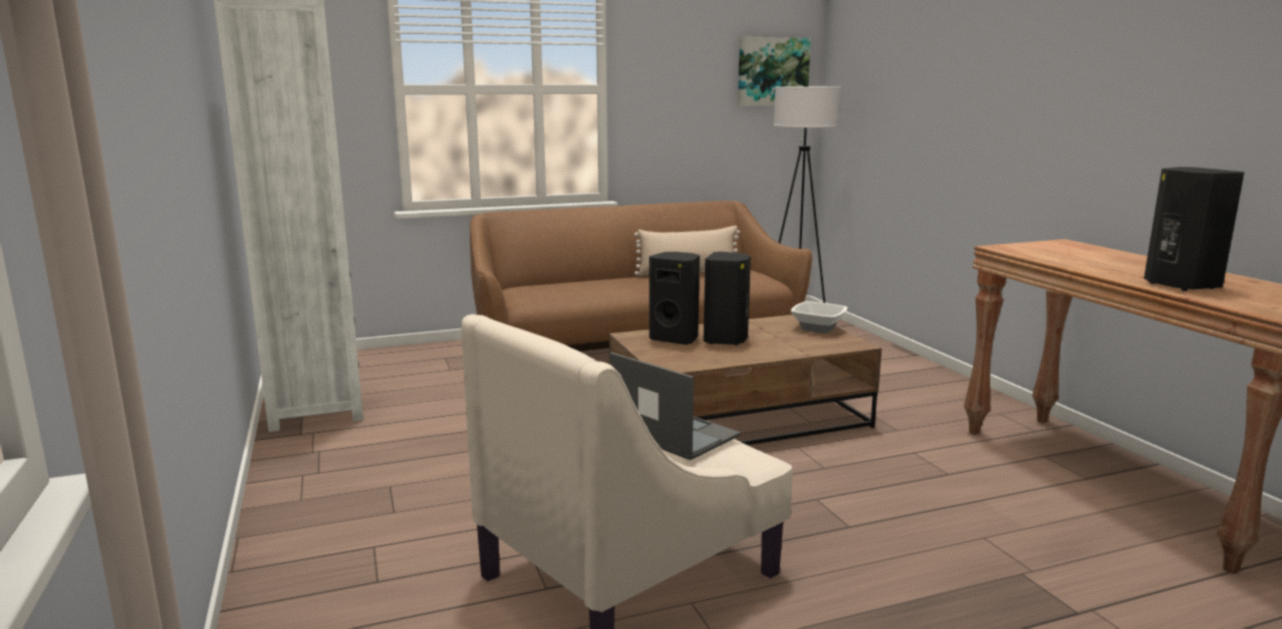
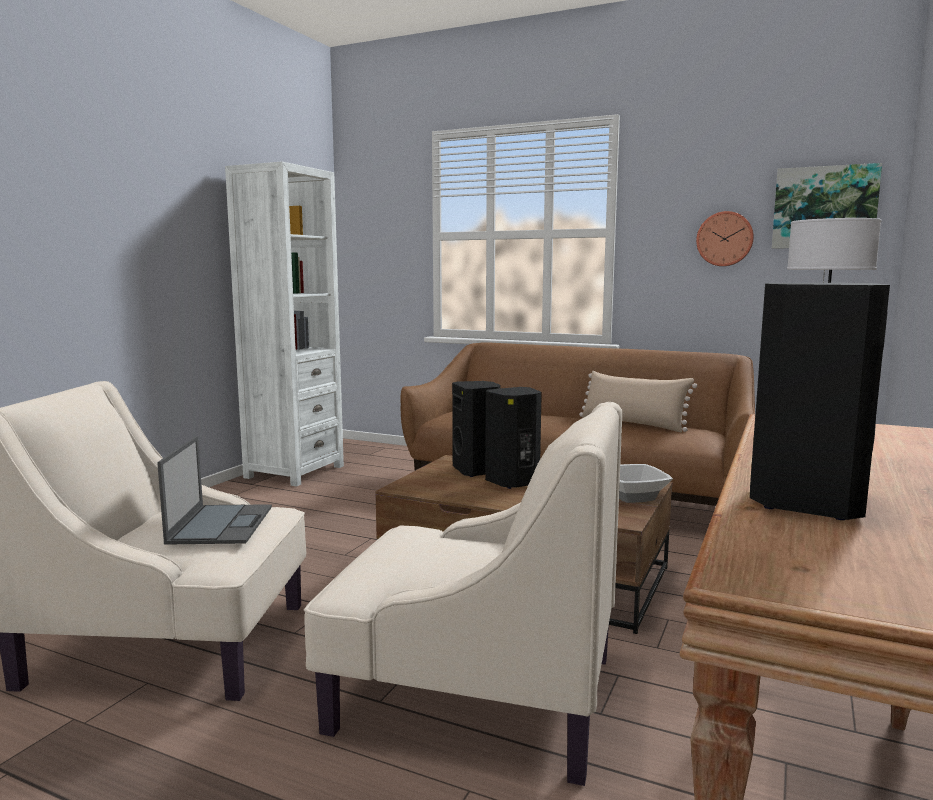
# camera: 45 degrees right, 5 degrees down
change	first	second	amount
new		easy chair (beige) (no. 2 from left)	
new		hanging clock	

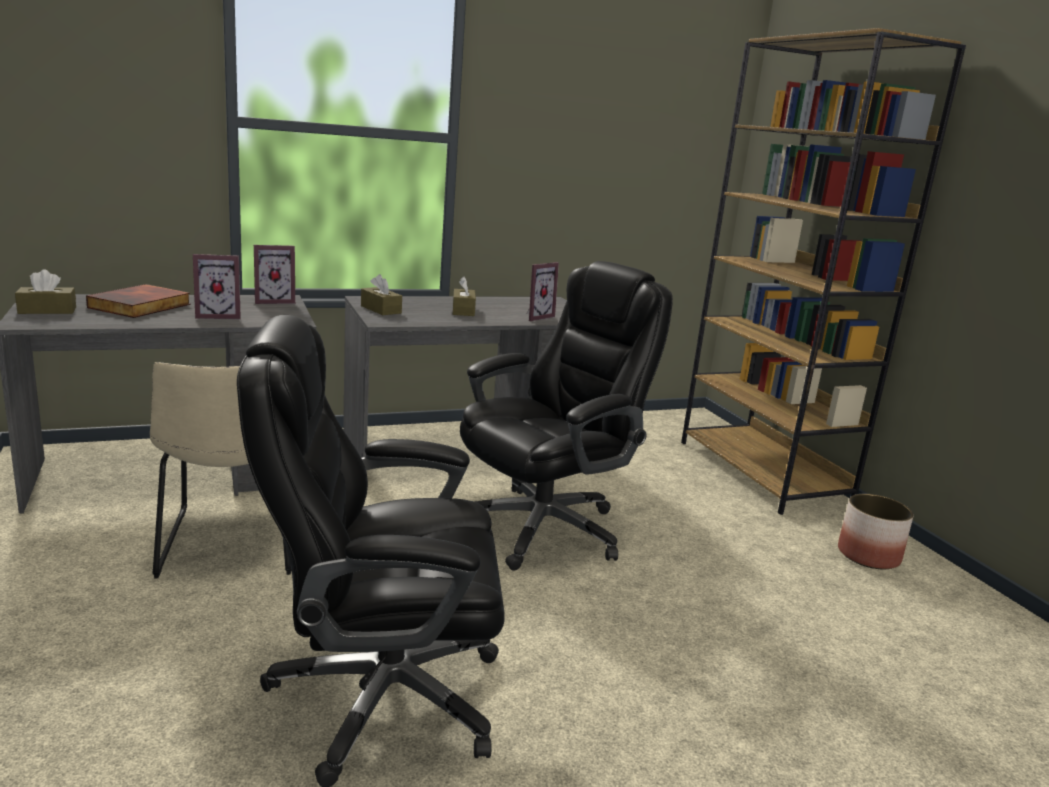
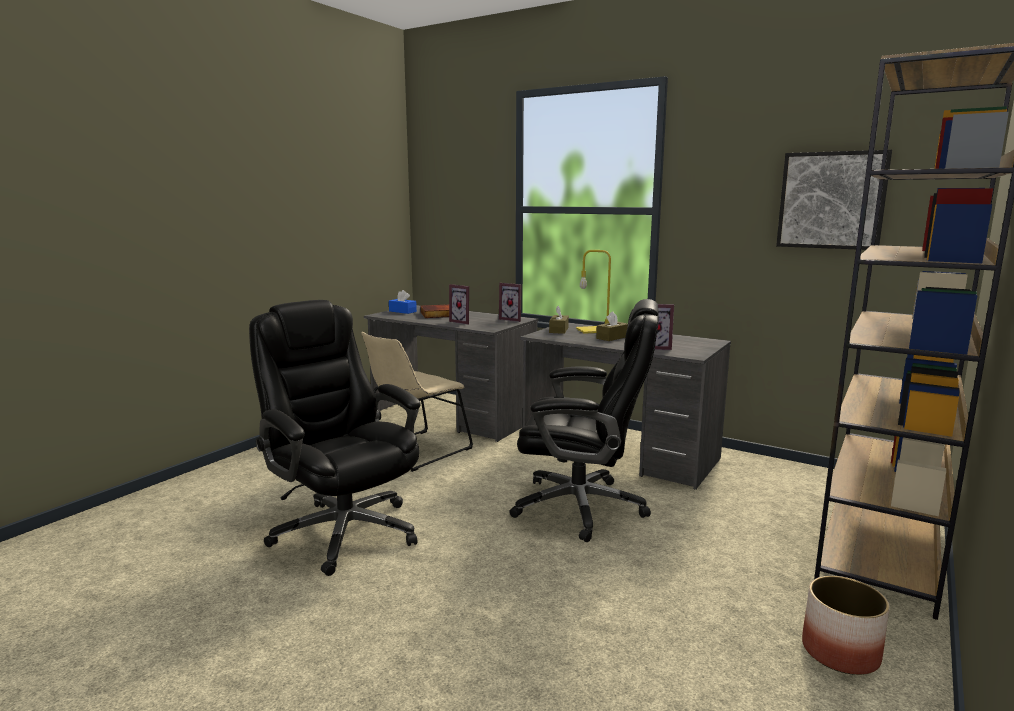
# camera: 55 degrees right, 5 degrees down
change	first	second	amount
new		lamp for a table (yellow)	
new		picture	
repainted	box of tissues (brown) (no. 1 from left)	box of tissues (blue)	

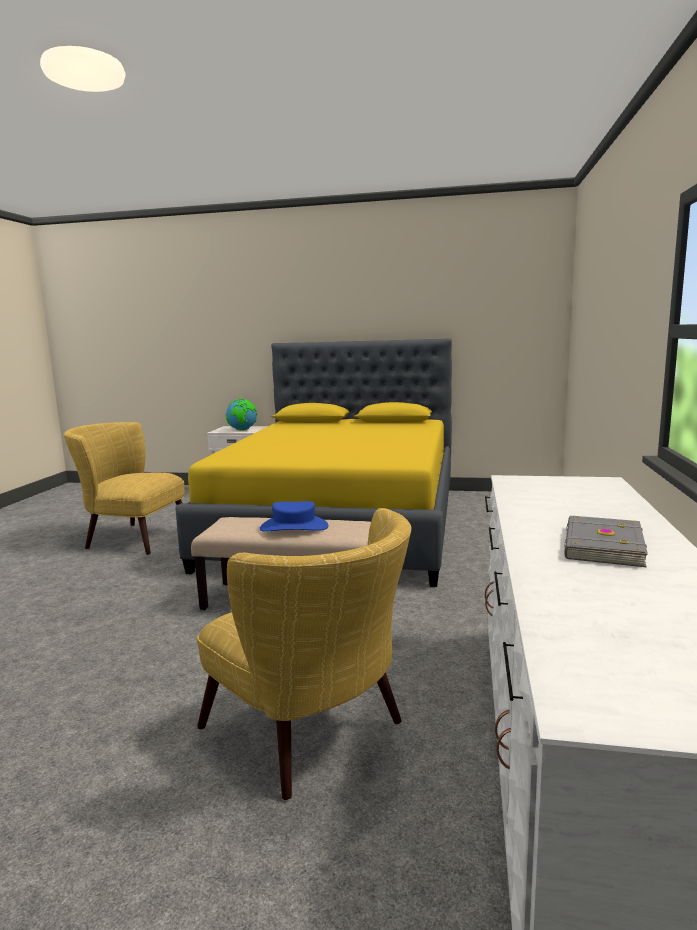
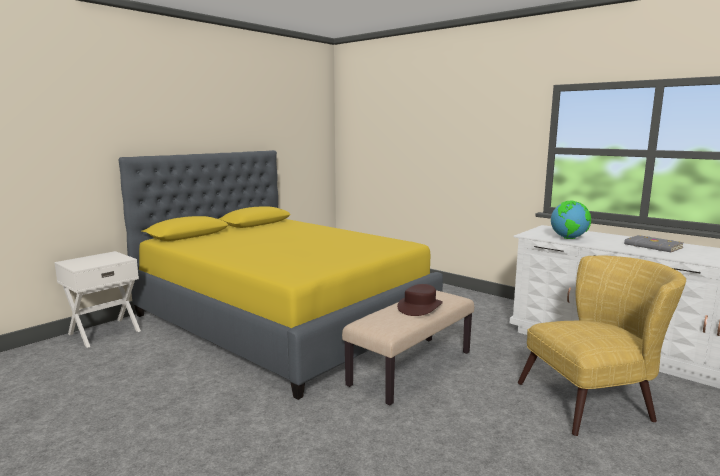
# camera: 60 degrees left, 0 degrees up
change	first	second	amount
gone	easy chair (yellow) (no. 1 from left)		
shifted	desk globe		
repainted	clothing hat (blue)	clothing hat (brown)	

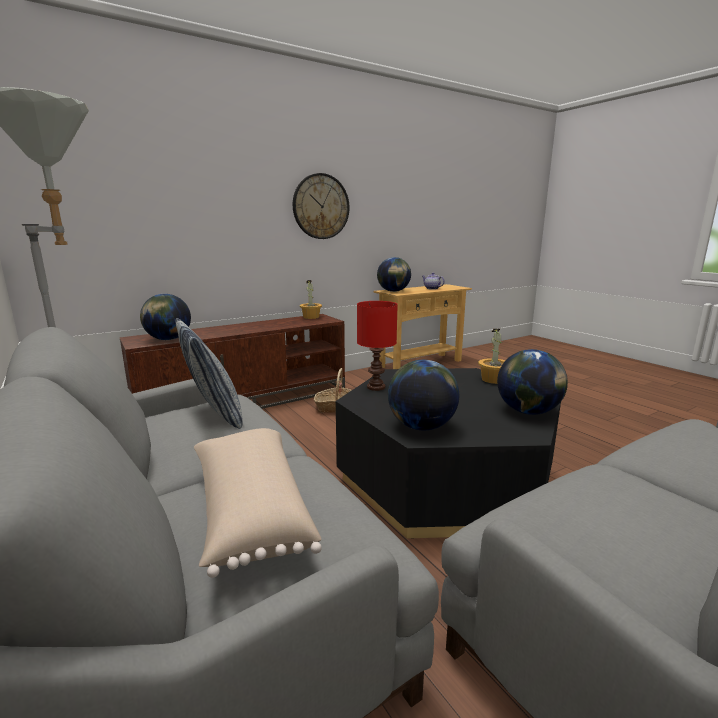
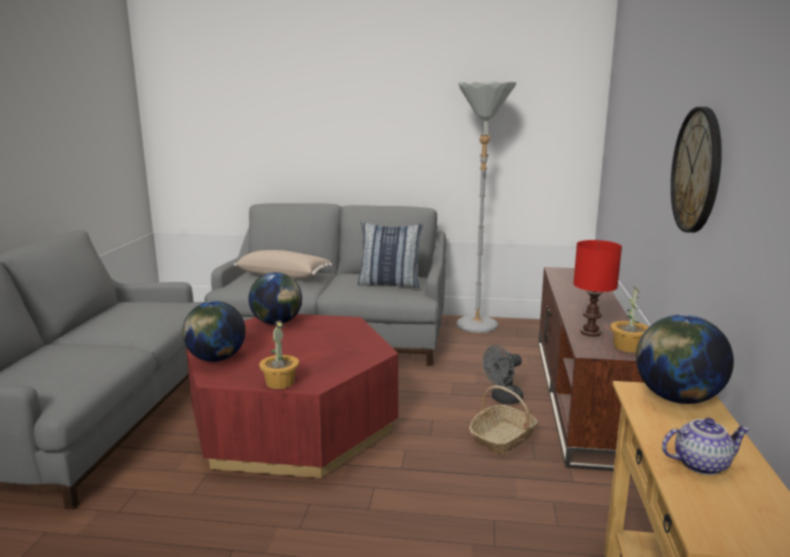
# camera: 130 degrees right, 0 degrees up
change	first	second	amount
gone	desk globe (no. 1 from left)		
new		fan (grey)	
shifted	lamp for a table (red)		
repainted	coffee table (black)	coffee table (red)	

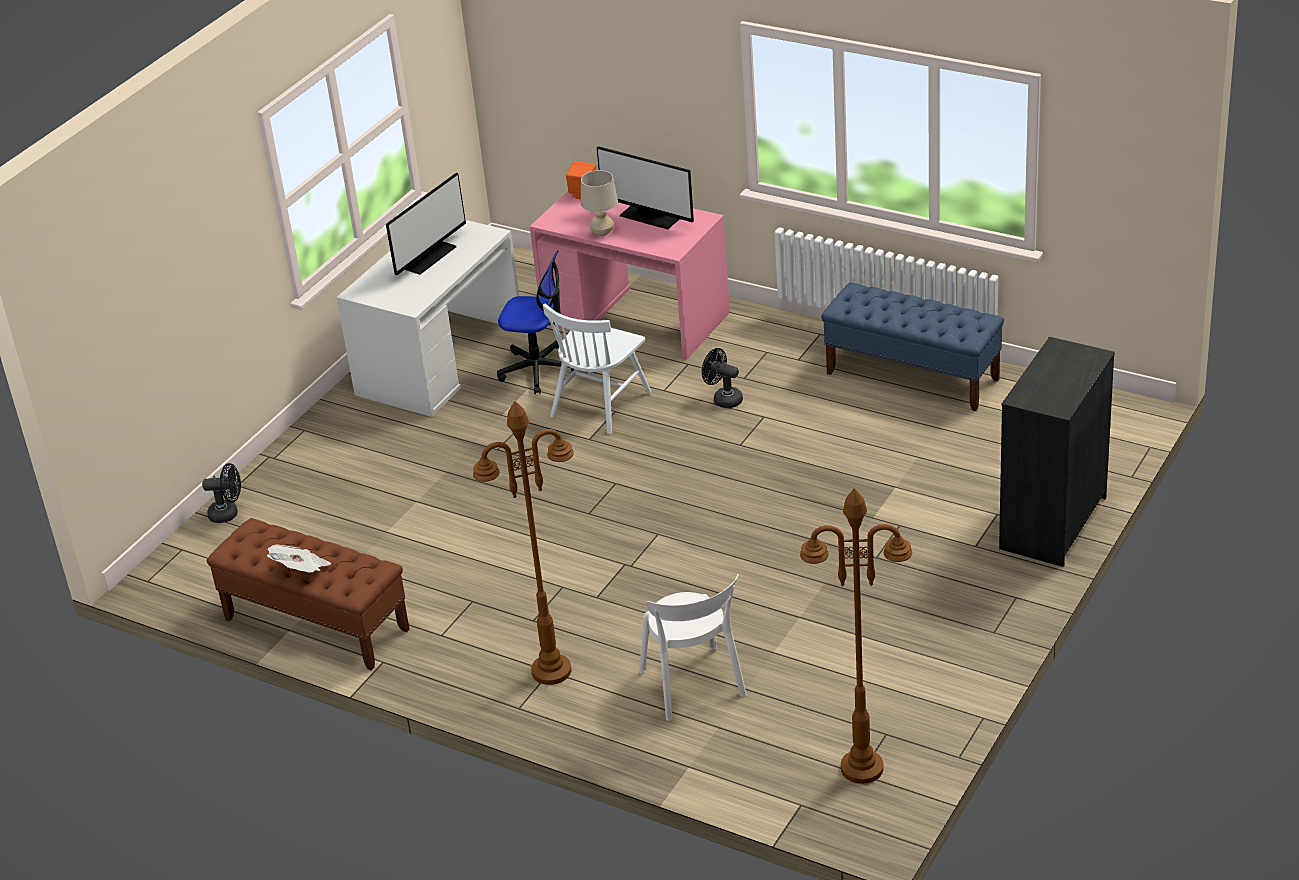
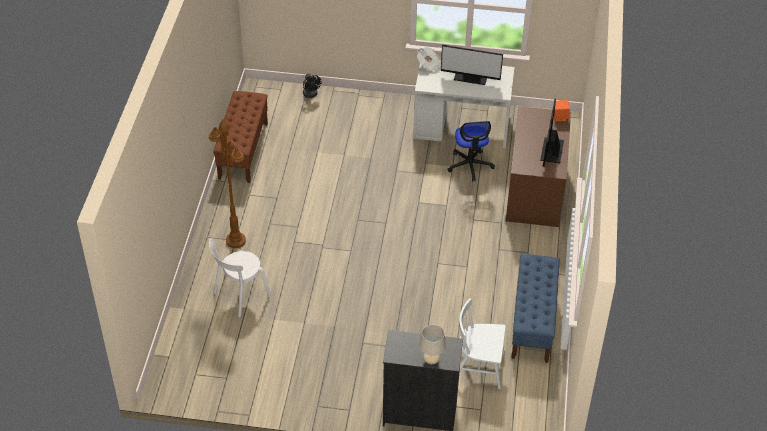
# camera: 65 degrees right, 10 degrees up
change	first	second	amount
gone	fan (black) (no. 2 from left)		
gone	standard lamp (brown) (no. 2 from left)		
shifted	daily paper		
shifted	upright chair (white) (no. 1 from left in the first image)	upright chair (white) (no. 2 from left)	
shifted	lamp for a table (beige)		
repainted	desk unit (pink)	desk unit (brown)	

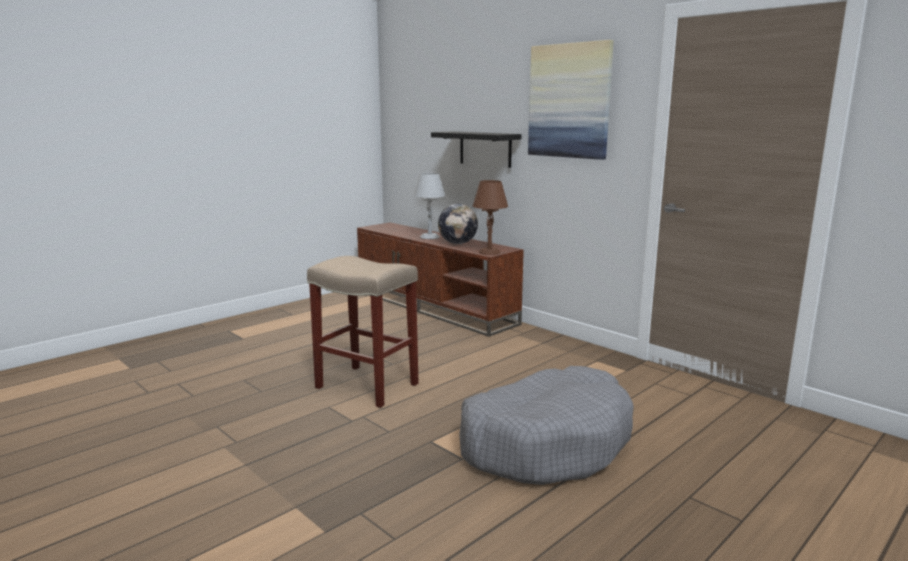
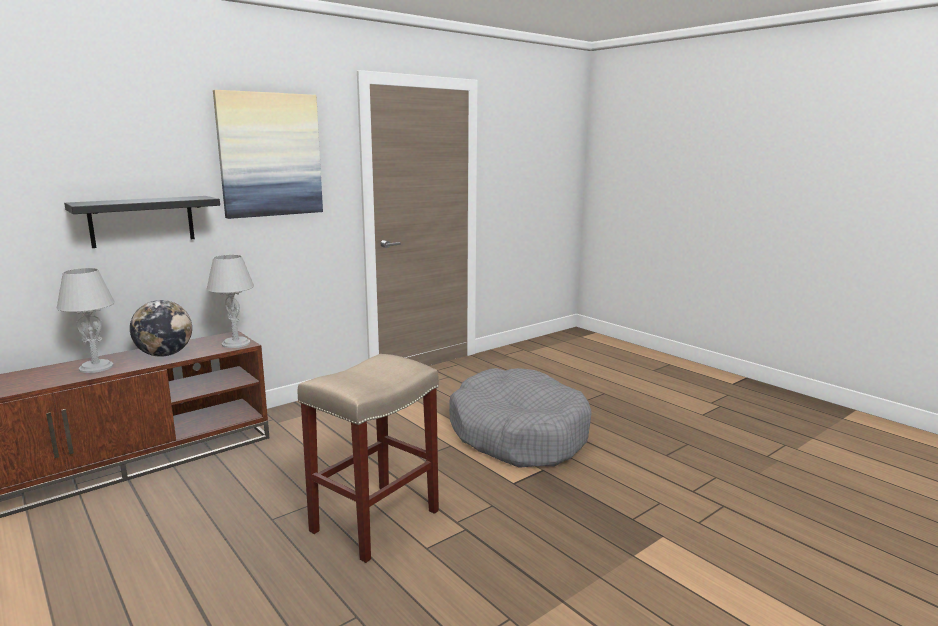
# camera: 85 degrees left, 0 degrees up
change	first	second	amount
repainted	lamp for a table (brown)	lamp for a table (grey) (no. 2 from left)	

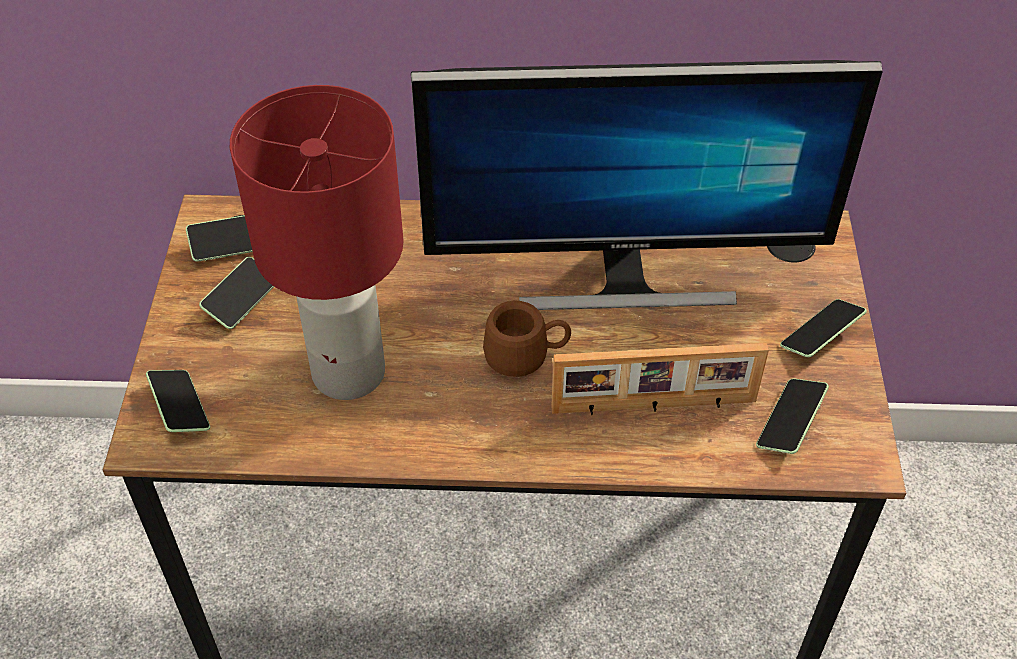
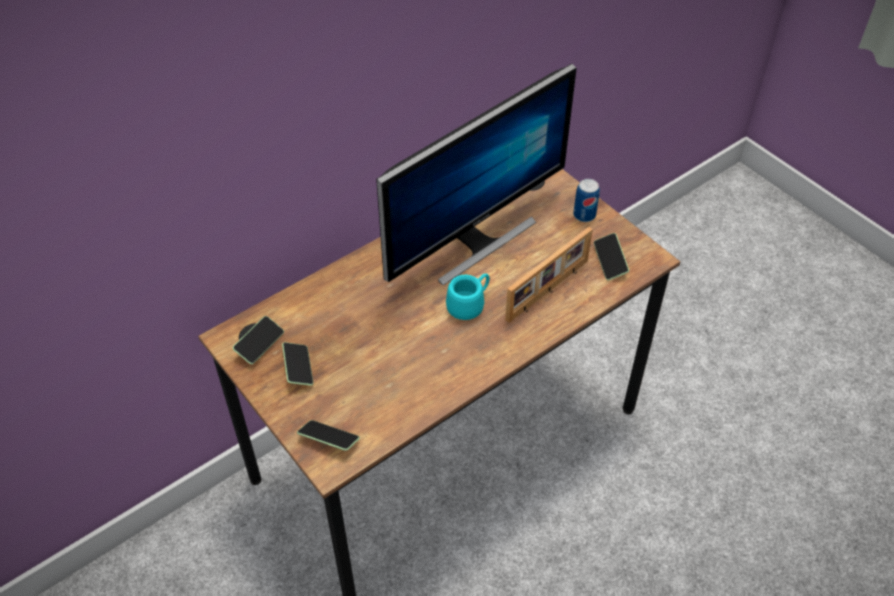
# camera: 40 degrees left, 0 degrees up
change	first	second	amount
gone	lamp for a table (red)		
swapped	handset (no. 5 from left)	can	
repainted	mug (brown)	mug (blue-green)	

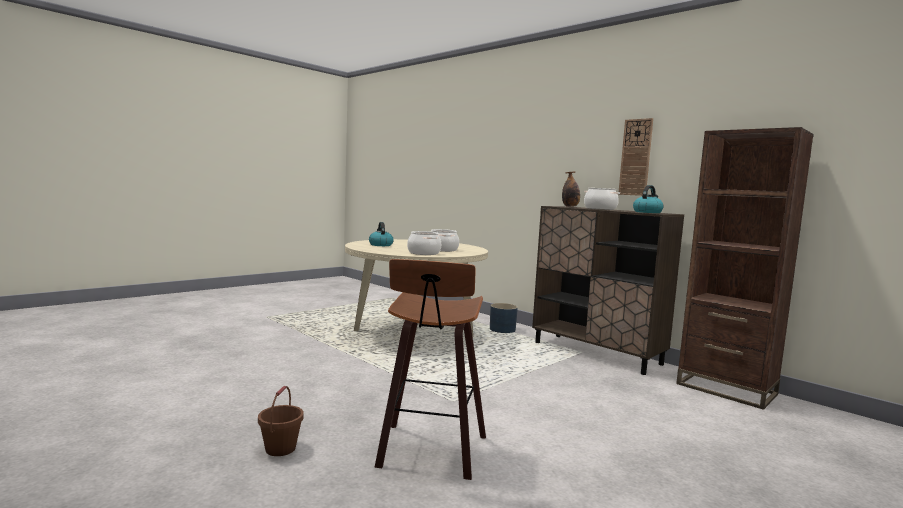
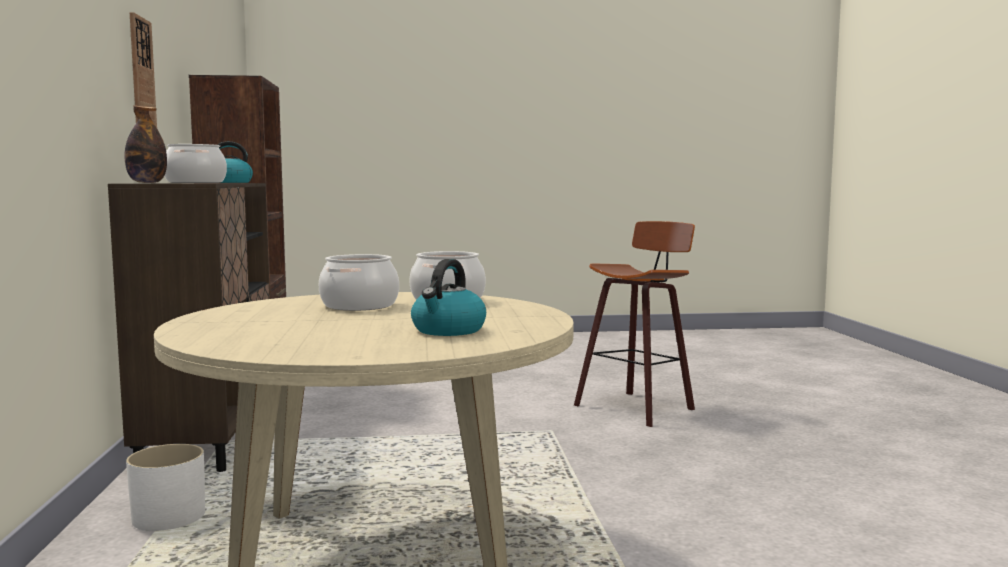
# camera: 140 degrees left, 0 degrees up
change	first	second	amount
gone	water bucket (brown)		
repainted	flower pot (blue)	flower pot (white)	

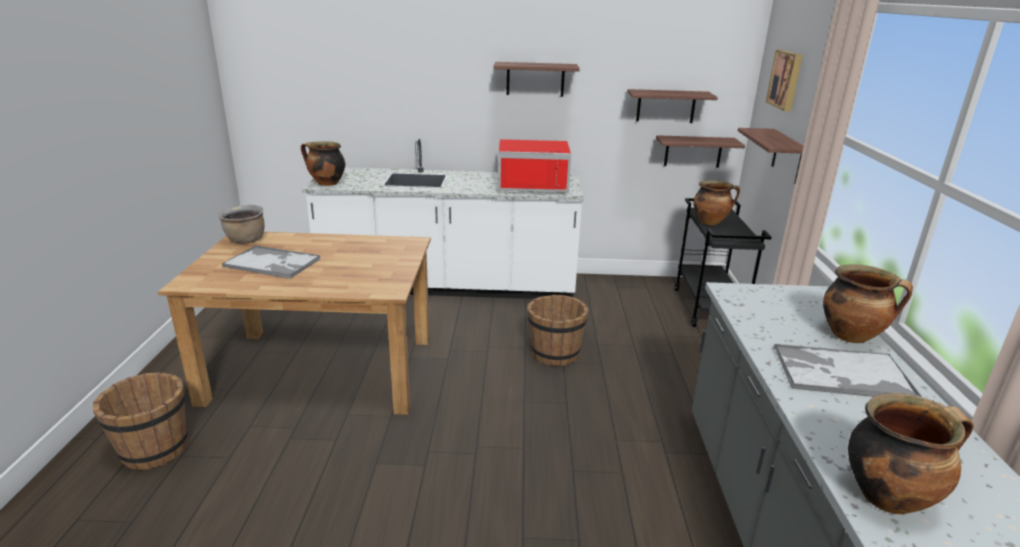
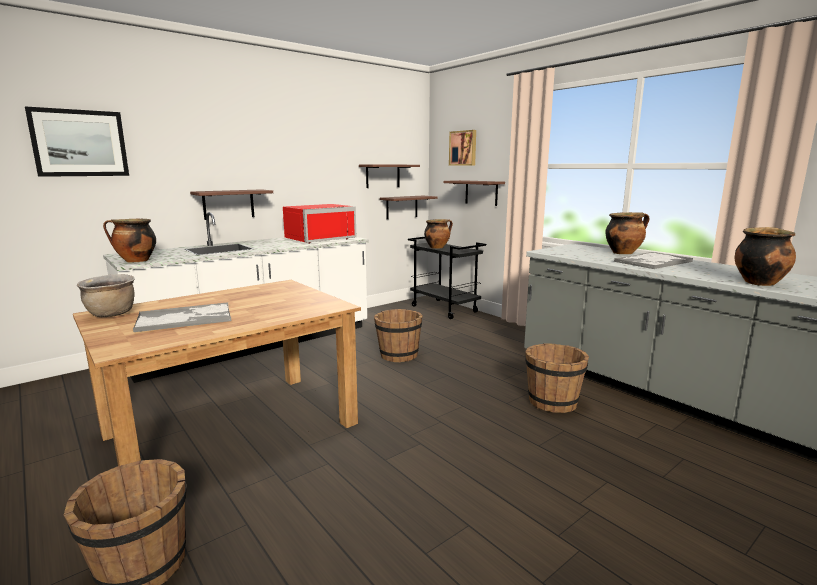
# camera: 40 degrees left, 10 degrees down
change	first	second	amount
new		picture (no. 1 from left)	
new		water bucket (brown) (no. 3 from left)	
shifted	shelf (no. 1 from left)		

